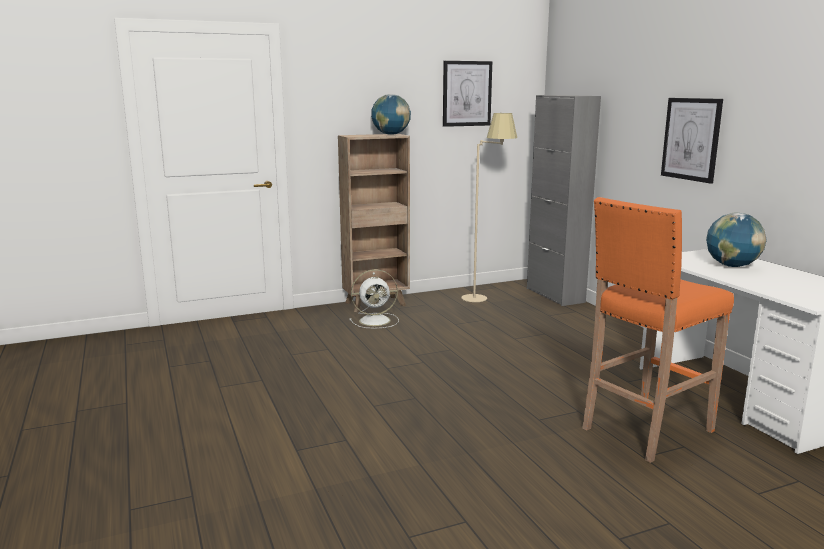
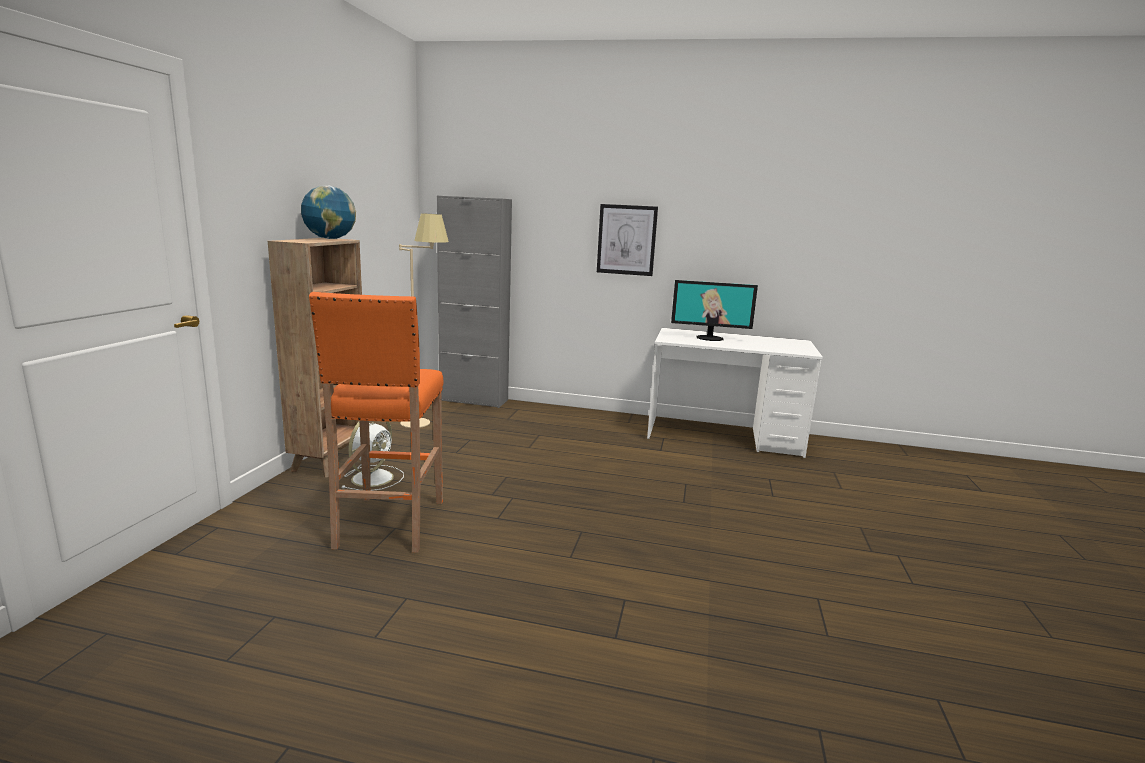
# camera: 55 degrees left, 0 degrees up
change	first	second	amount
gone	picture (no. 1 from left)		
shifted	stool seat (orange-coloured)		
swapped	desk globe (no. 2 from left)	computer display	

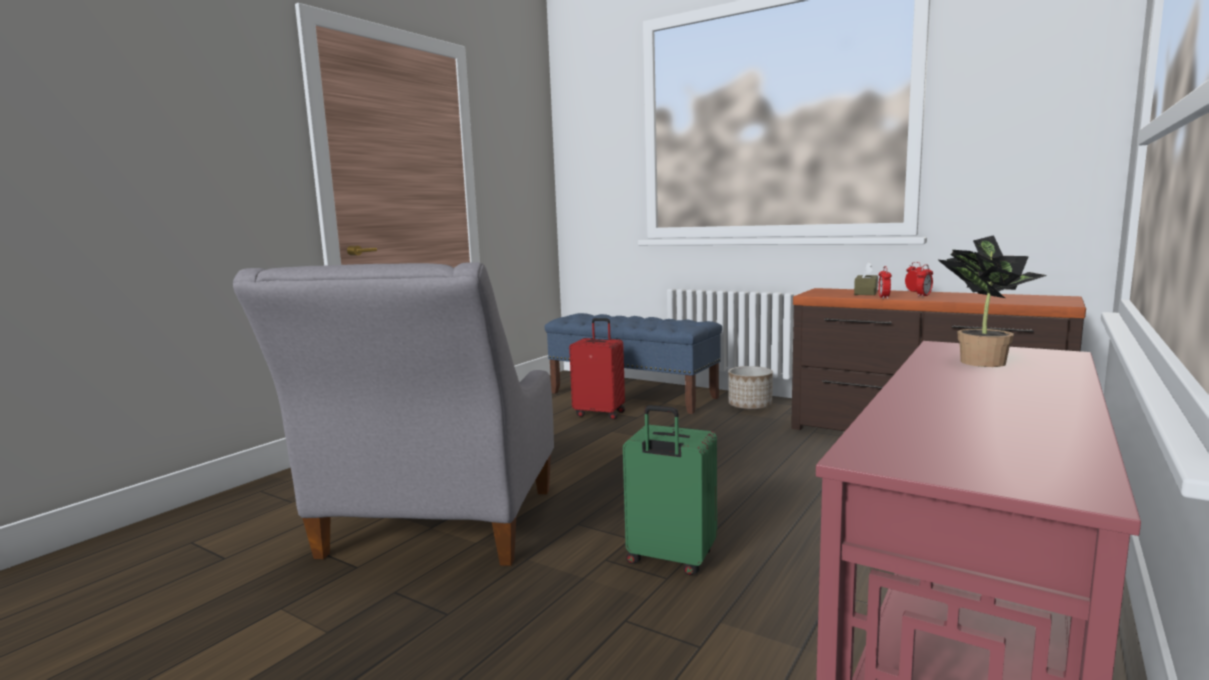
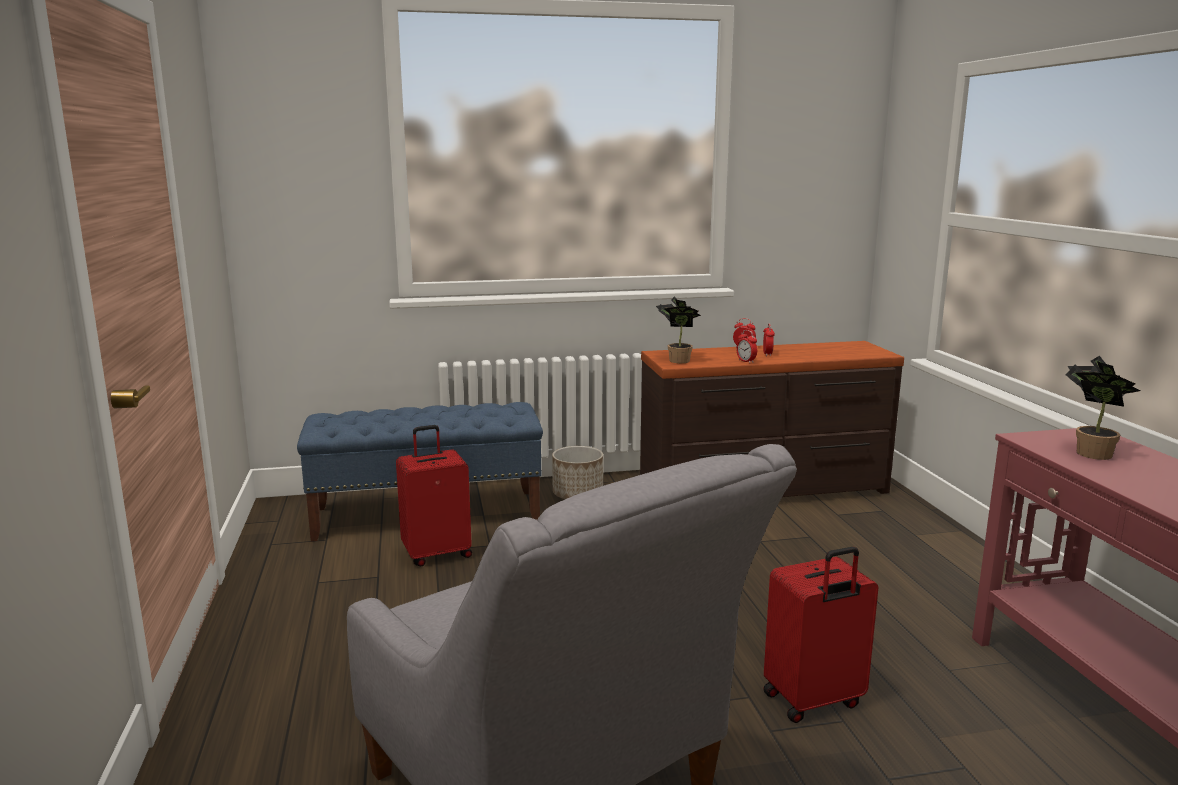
# camera: 45 degrees left, 5 degrees up
change	first	second	amount
gone	box of tissues (brown)		
new		houseplant (no. 1 from left)	
repainted	suitcase (green-coloured)	suitcase (red) (no. 2 from left)	

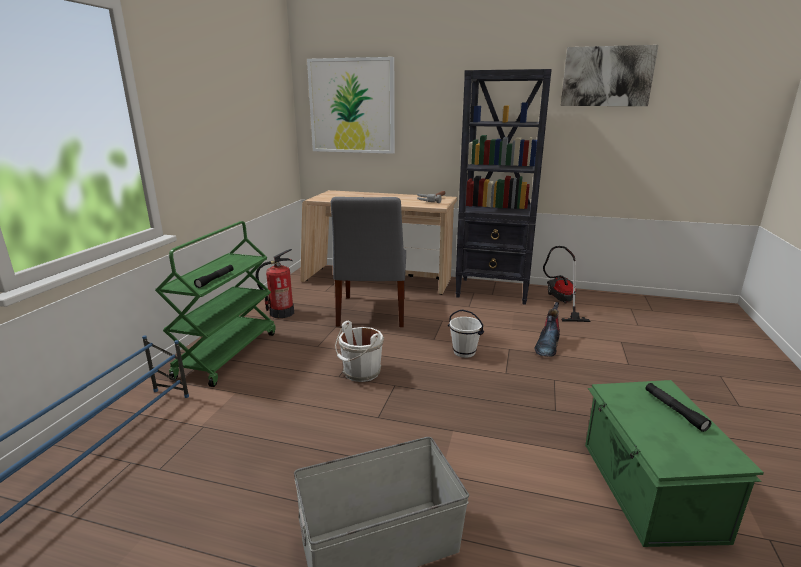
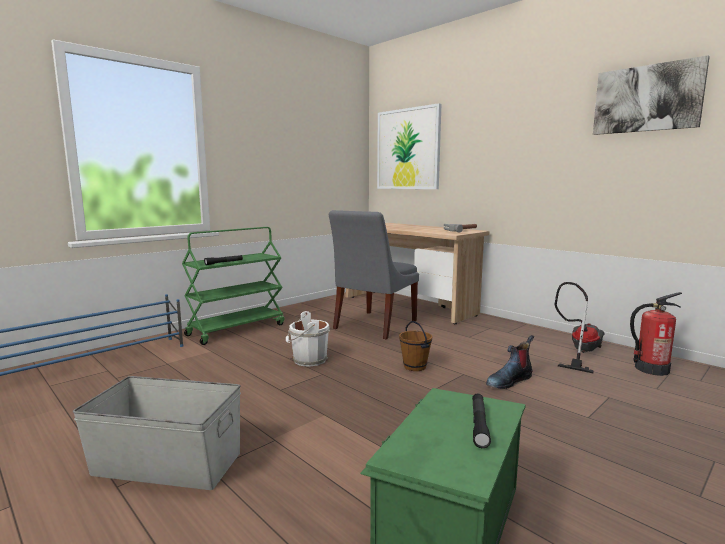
# camera: 30 degrees right, 10 degrees down
change	first	second	amount
gone	bookshelf (black)		
shifted	extinguisher		
repainted	water bucket (white) (no. 2 from left)	water bucket (brown)	

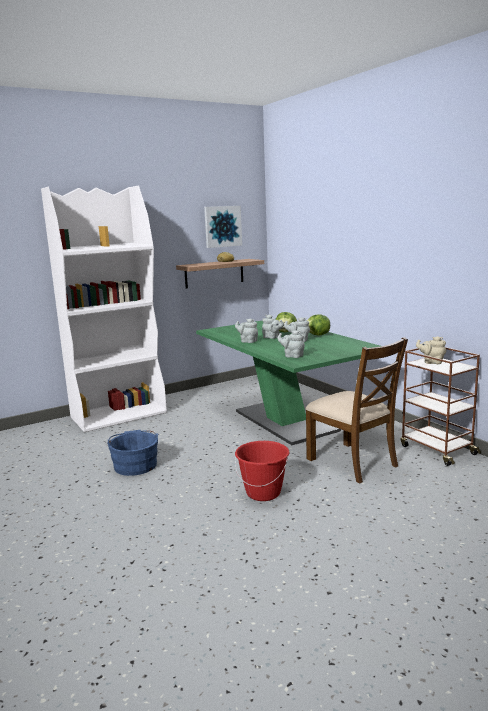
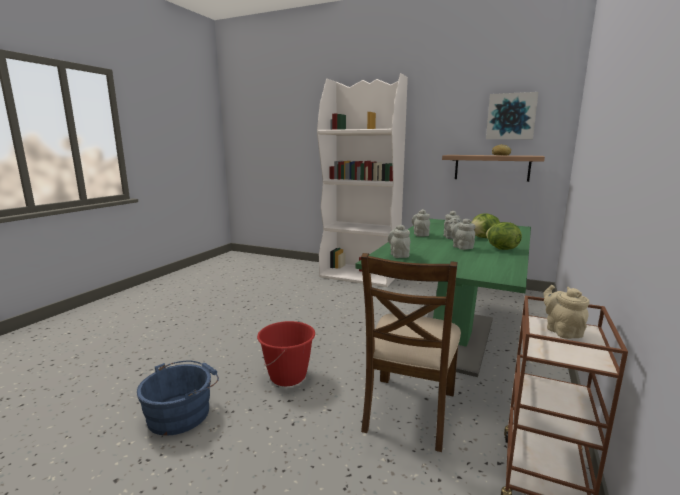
# camera: 55 degrees right, 0 degrees up
change	first	second	amount
shifted	water bucket (blue)		

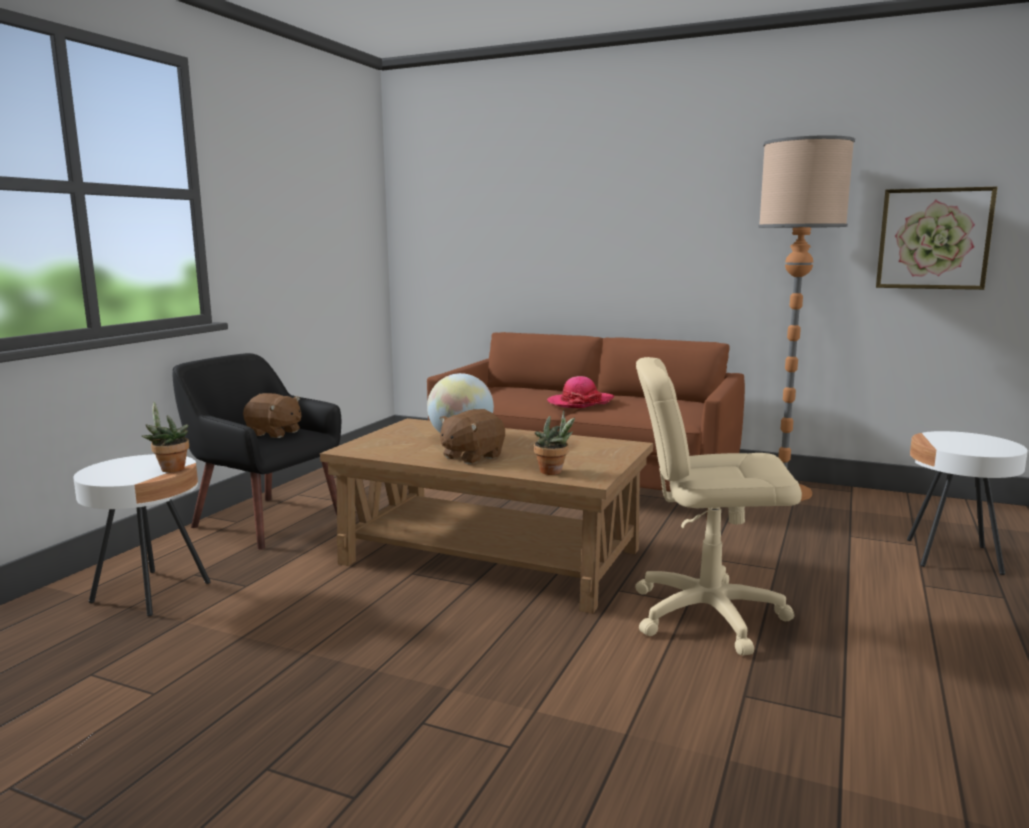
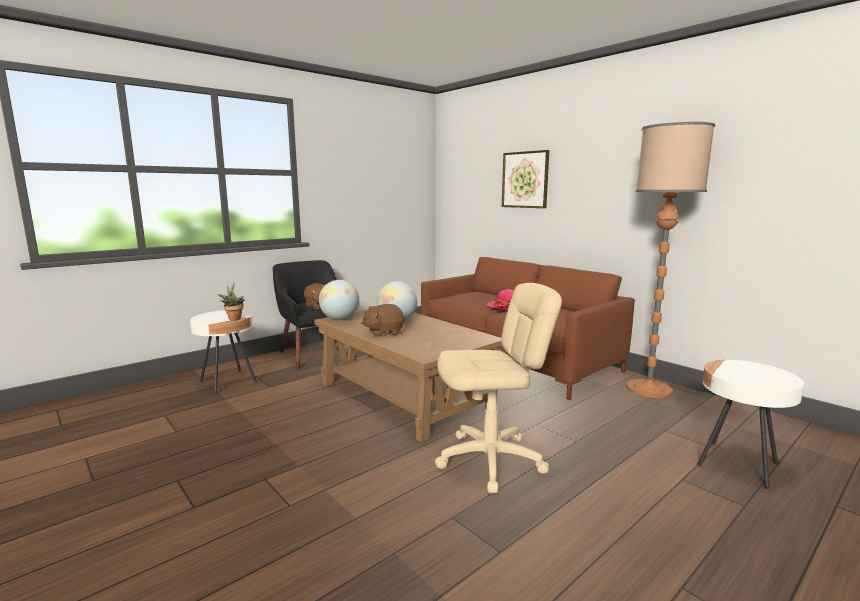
# camera: 25 degrees right, 0 degrees up
change	first	second	amount
gone	houseplant (no. 2 from left)		
new		desk globe (no. 1 from left)	
shifted	picture		
rotated	office chair (beige)		135 degrees clockwise

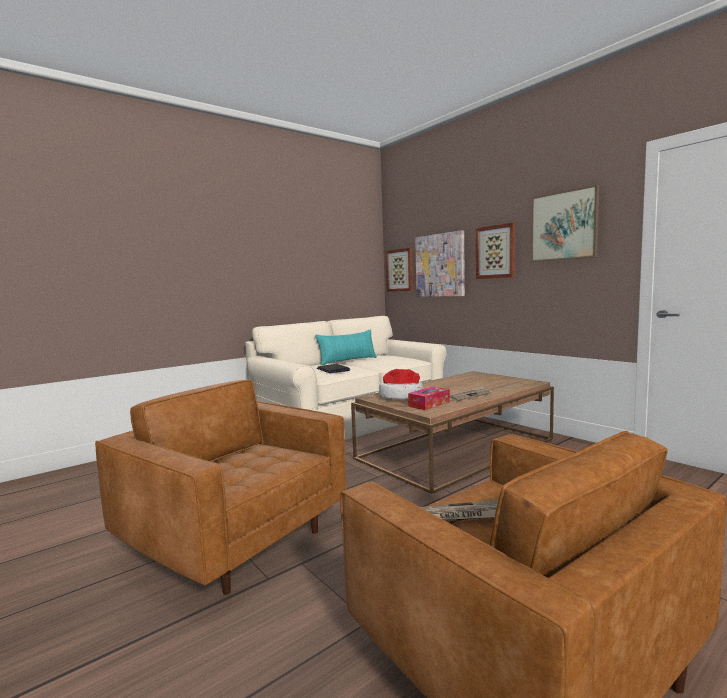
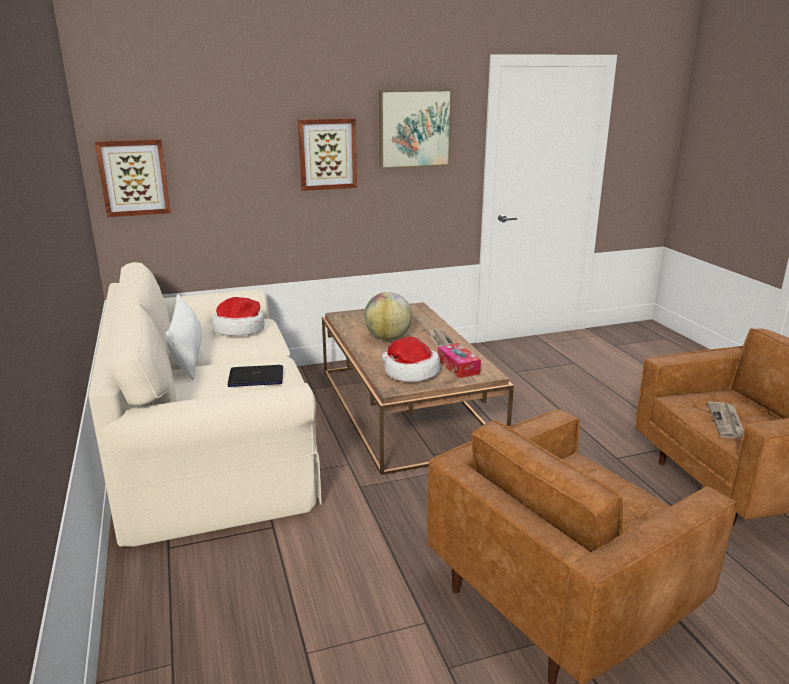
# camera: 70 degrees left, 15 degrees up
change	first	second	amount
gone	picture (no. 2 from left)		
new		clothing hat (no. 1 from left)	
new		desk globe	
repainted	throw pillow (blue-green)	throw pillow (white)	

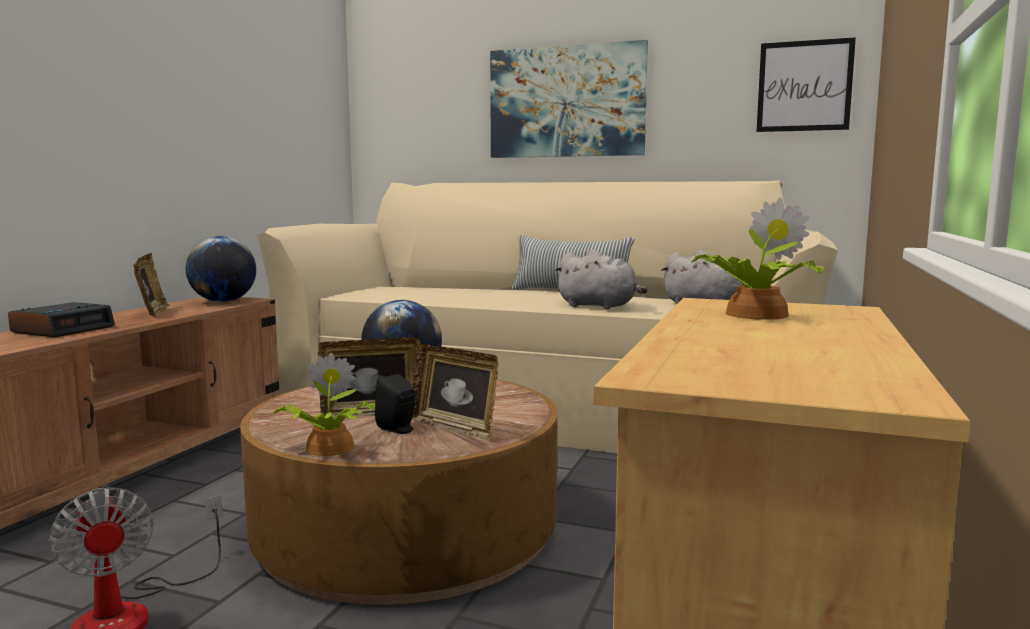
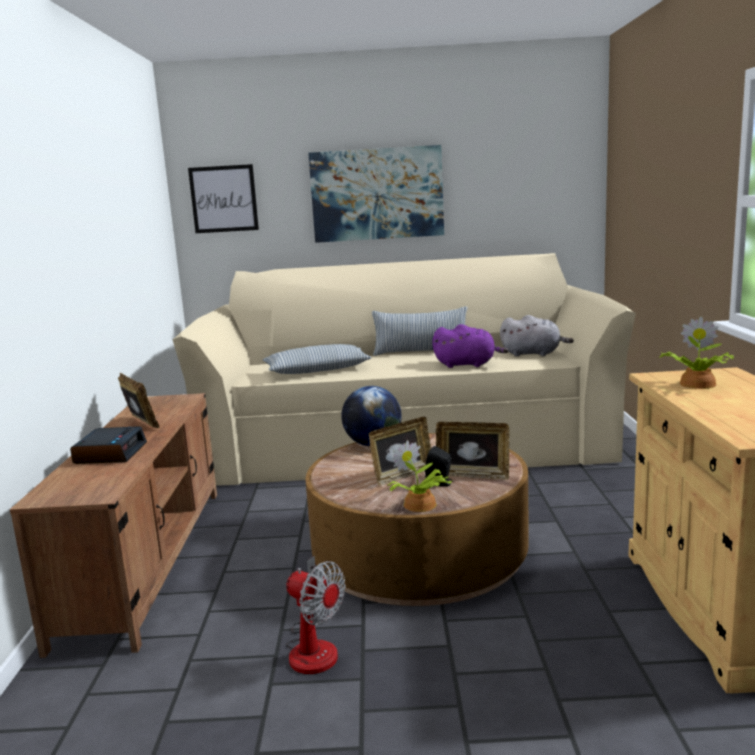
# camera: 20 degrees left, 5 degrees up
change	first	second	amount
gone	desk globe (no. 1 from left)		
new		throw pillow (no. 1 from left)	
shifted	picture (no. 2 from left in the first image)	picture (no. 1 from left)	
repainted	cuddly toy (grey) (no. 1 from left)	cuddly toy (purplish)	

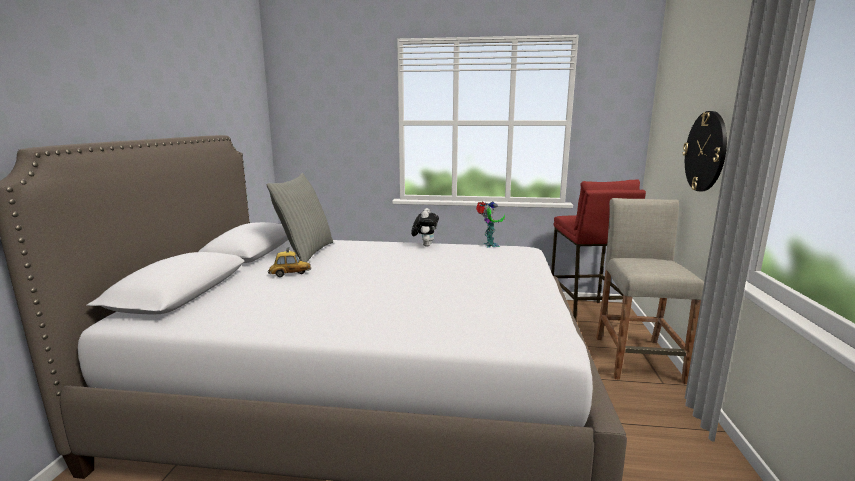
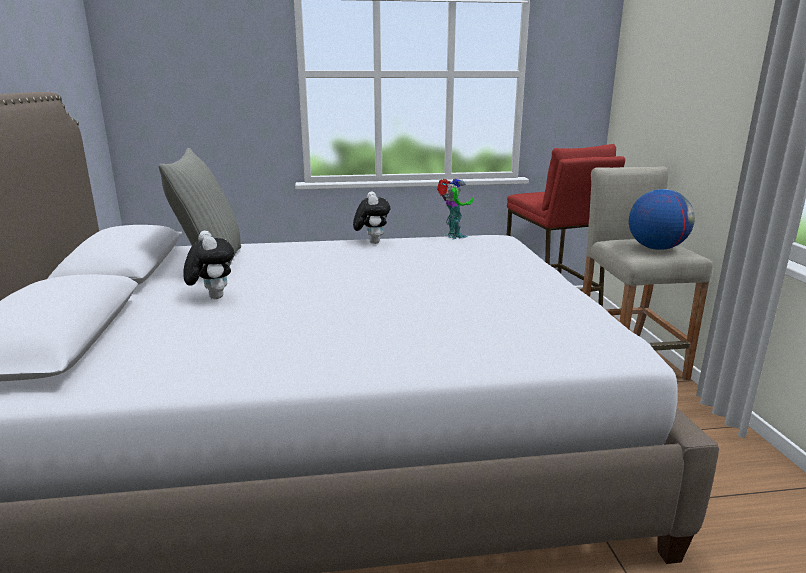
# camera: 15 degrees left, 5 degrees up
change	first	second	amount
gone	hanging clock		
new		desk globe	
swapped	toy car	cuddly toy (no. 1 from left)	

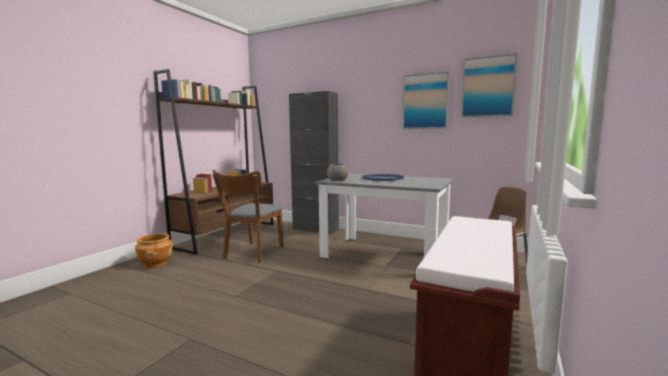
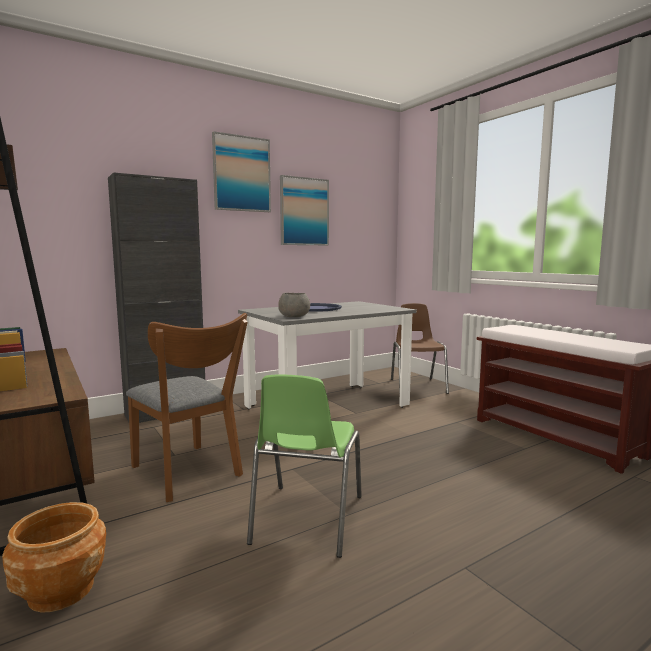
# camera: 60 degrees left, 0 degrees up
change	first	second	amount
new		upright chair (green-coloured)	
shifted	picture (no. 2 from left in the first image)	picture (no. 1 from left)	

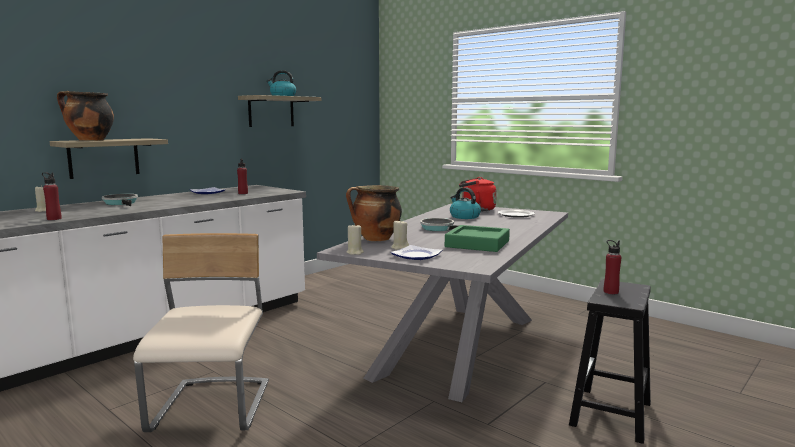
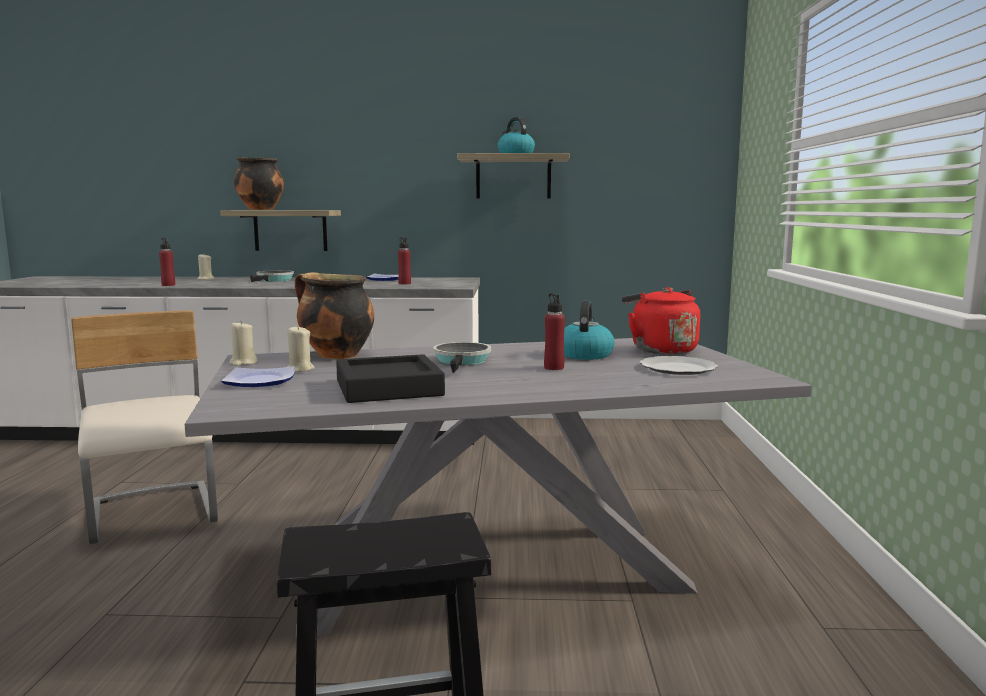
# camera: 50 degrees right, 0 degrees up
change	first	second	amount
shifted	bottle (red) (no. 3 from left)		
repainted	serving tray (green-coloured)	serving tray (black)	
rotated	upright chair (beige)		75 degrees counterclockwise

